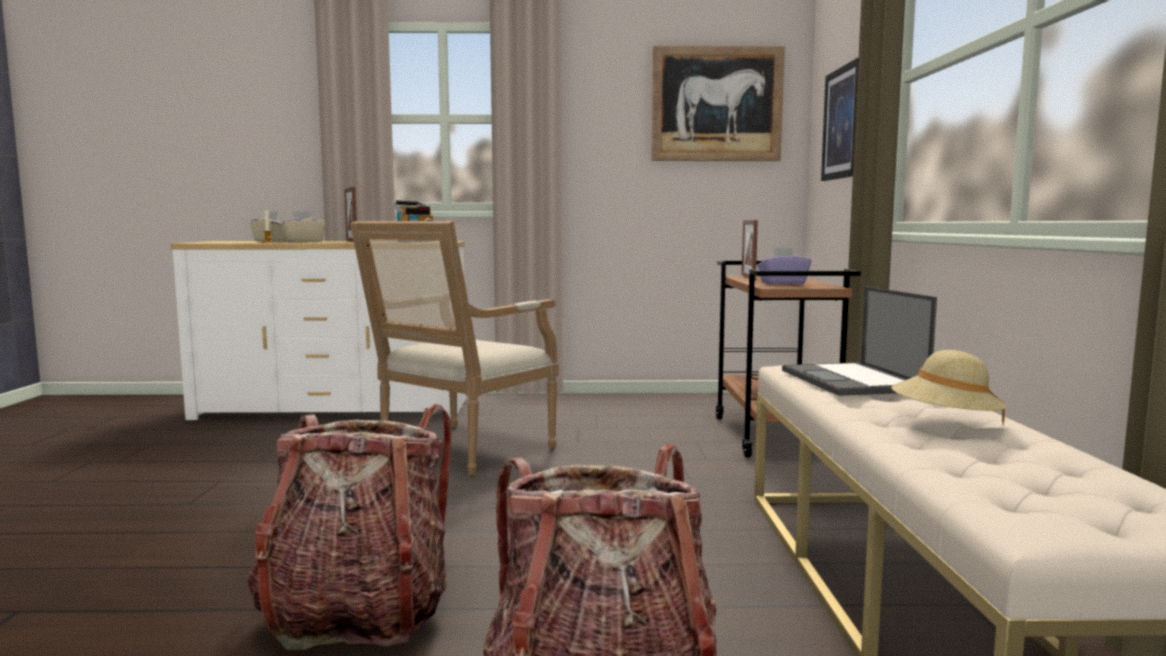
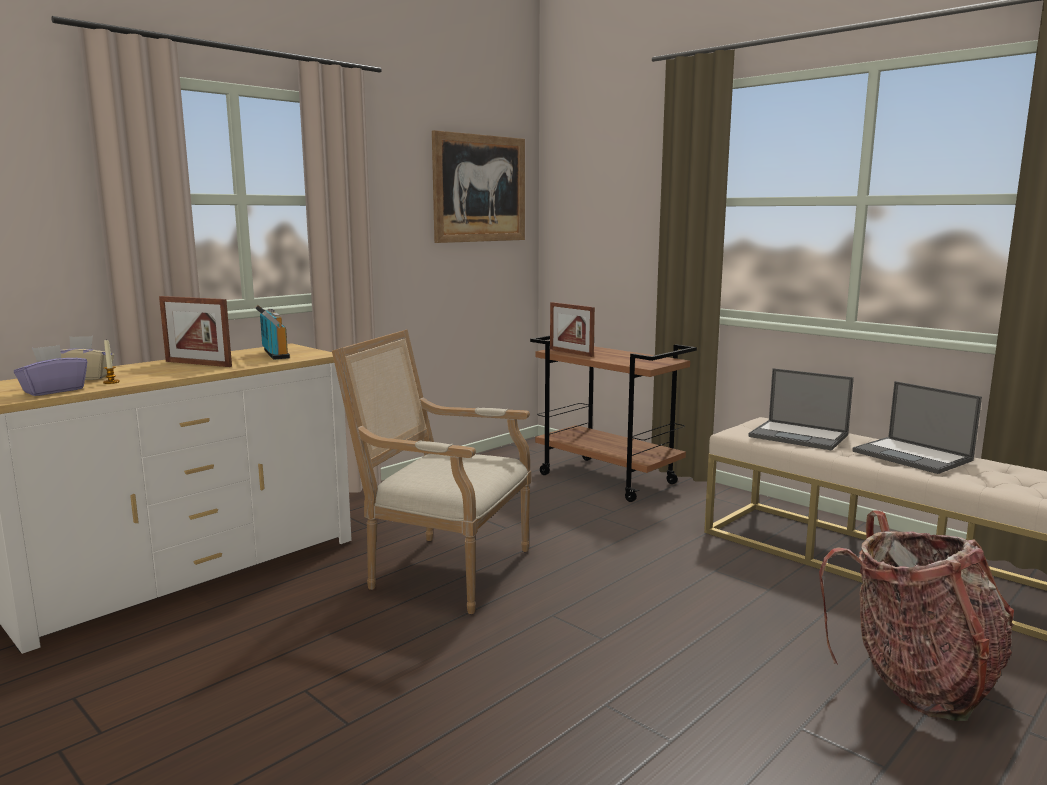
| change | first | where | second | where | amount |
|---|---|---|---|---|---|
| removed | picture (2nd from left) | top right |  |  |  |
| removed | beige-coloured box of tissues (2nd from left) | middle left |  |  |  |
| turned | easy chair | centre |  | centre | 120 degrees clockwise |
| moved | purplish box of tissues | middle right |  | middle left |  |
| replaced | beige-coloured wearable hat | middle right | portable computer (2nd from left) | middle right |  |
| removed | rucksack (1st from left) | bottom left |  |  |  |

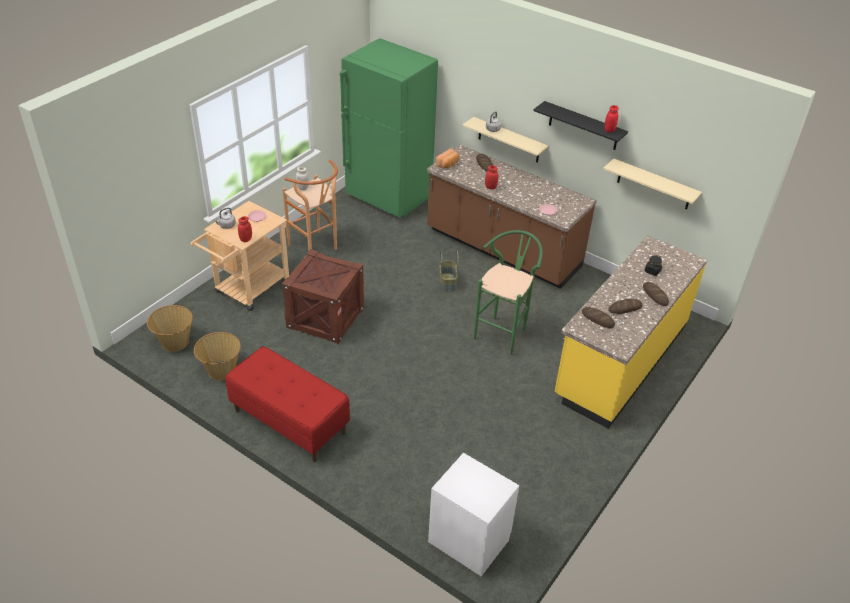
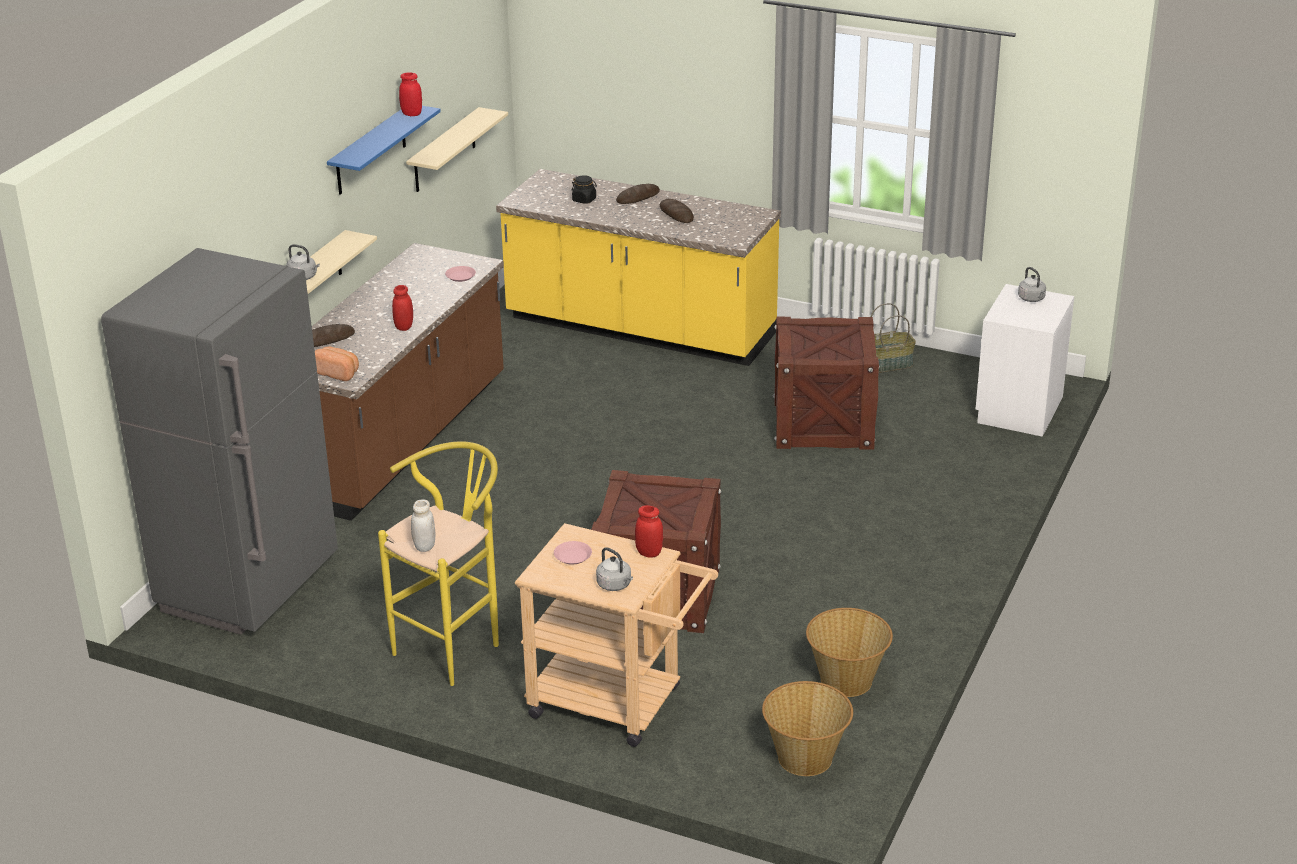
| change | first | where | second | where | amount |
|---|---|---|---|---|---|
| recoloured | green fridge | top centre | grey fridge | middle left |  |
| recoloured | black-coloured shelf | top right | blue shelf | top left |  |
| recoloured | brownish stool seat | centre | yellow stool seat | centre |  |
| removed | green stool seat | centre |  |  |  |
| moved | storage basket (3rd from left) | centre |  | middle right |  |
| removed | baked bread (3rd from left) | middle right |  |  |  |
| removed | red indoor bench | bottom centre |  |  |  |
| added |  |  | grey kettle (3rd from left) | top right |  |
| added |  |  | shipping crate (2nd from left) | centre |  |

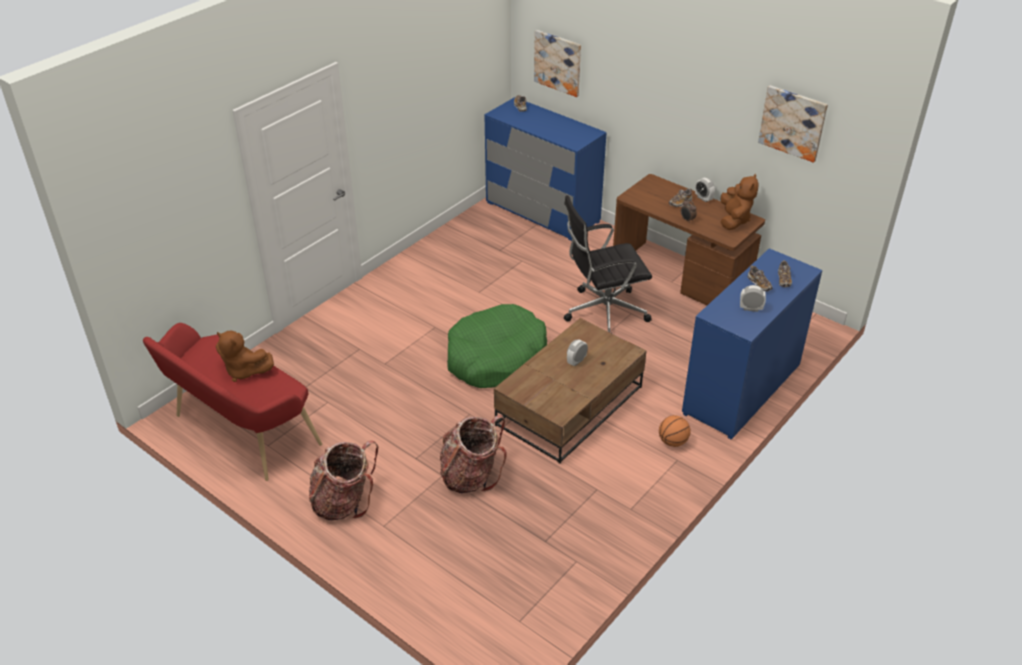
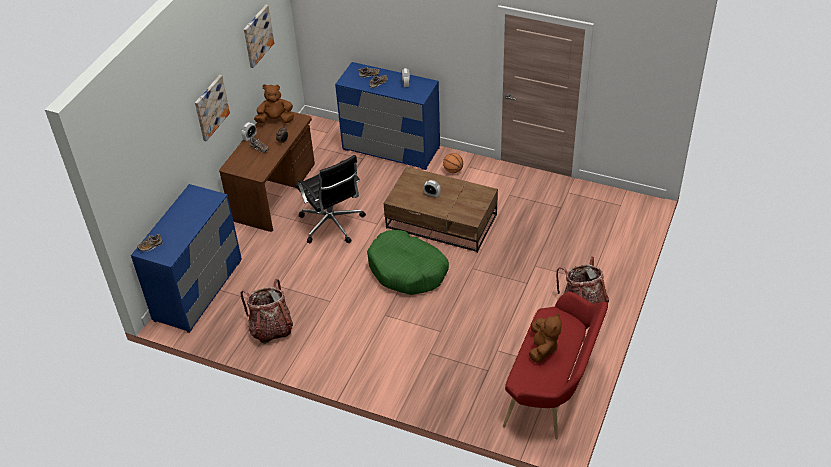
| change | first | where | second | where | amount |
|---|---|---|---|---|---|
| moved | picture (1st from left) | top centre |  | top left |  |
| moved | rucksack (2nd from left in the first image) | bottom centre | rucksack (1st from left) | middle left |  |

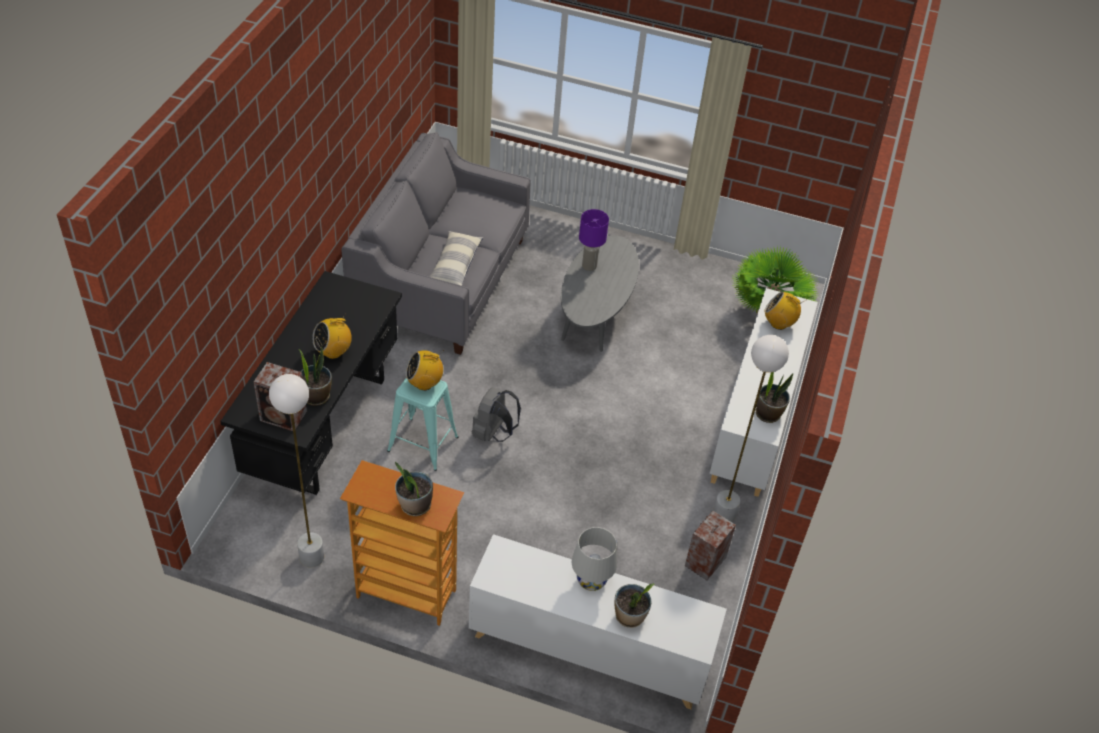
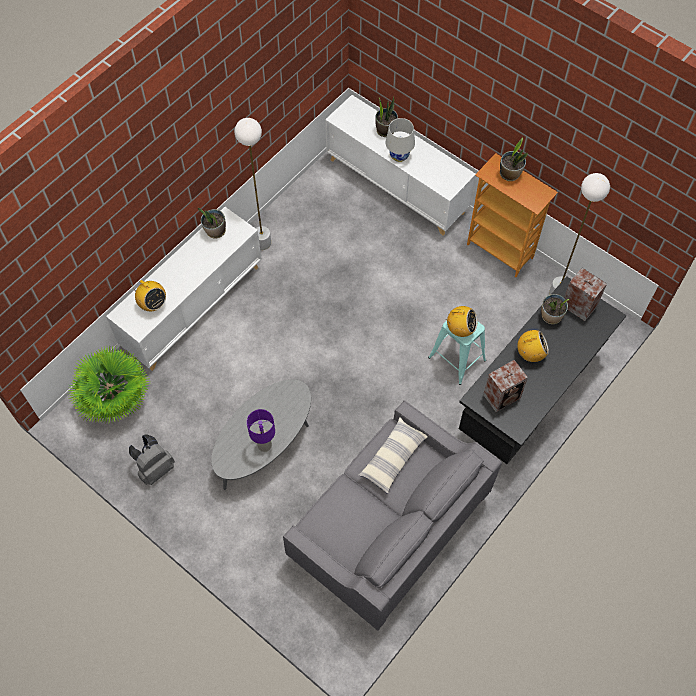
| change | first | where | second | where | amount |
|---|---|---|---|---|---|
| moved | grey rucksack | centre |  | middle left |  |
| moved | speaker (2nd from left in the first image) | bottom centre | speaker (1st from left) | middle right |  |

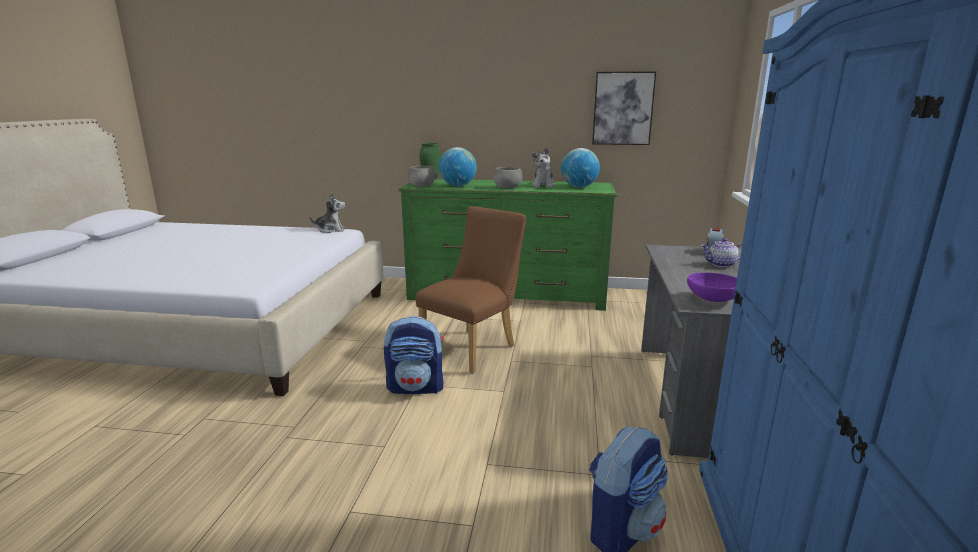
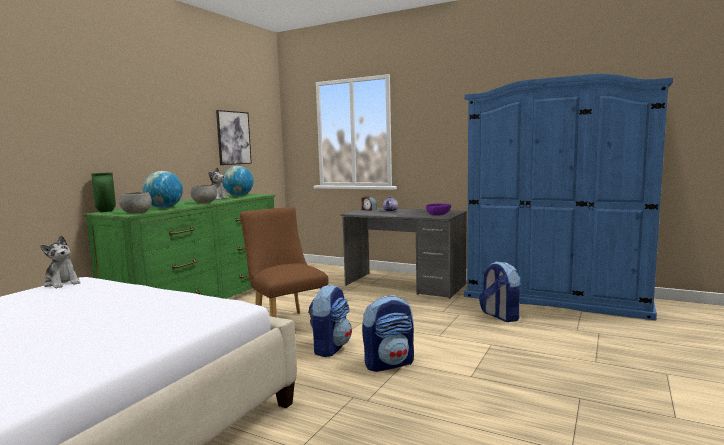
| change | first | where | second | where | amount |
|---|---|---|---|---|---|
| turned | plush toy (1st from left) | centre |  | middle left | 120 degrees clockwise |
| added |  |  | rucksack (2nd from left) | bottom centre |  |

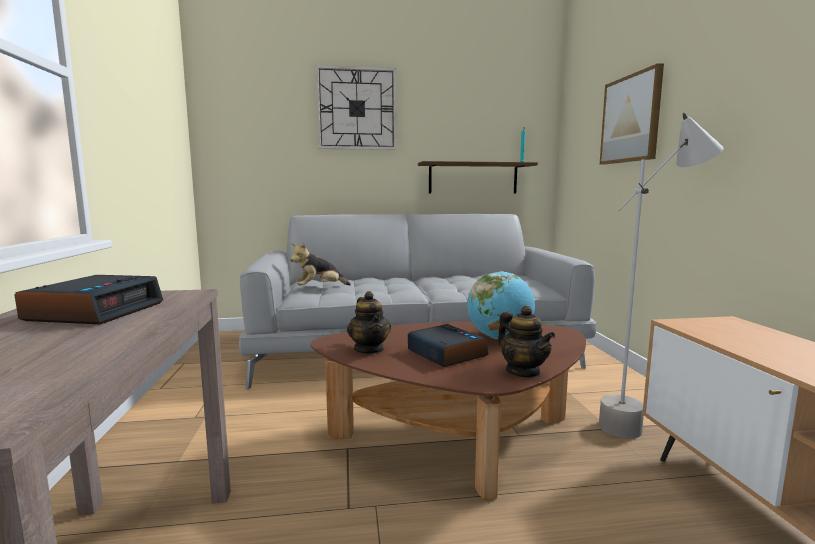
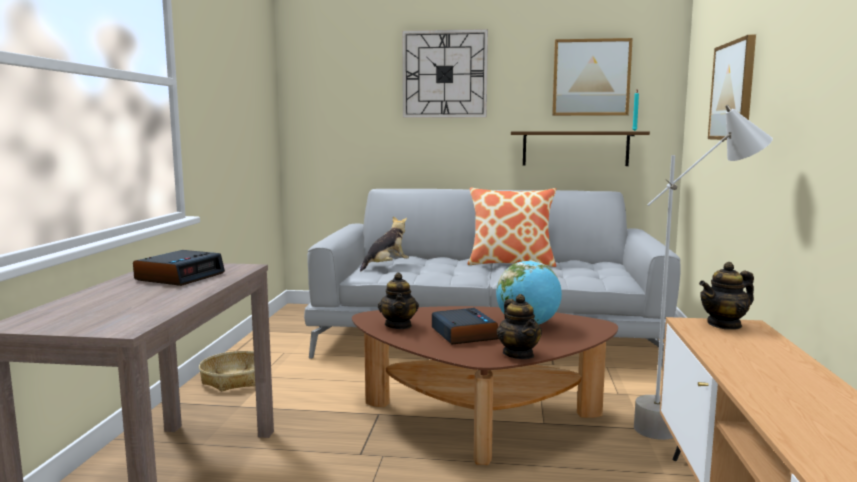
| change | first | where | second | where | amount |
|---|---|---|---|---|---|
| turned | plush toy | centre |  | centre | 150 degrees clockwise |
| added |  |  | picture (1st from left) | top right |  |
| added |  |  | throw pillow | centre |  |
| added |  |  | tea pot (3rd from left) | middle right |  |
| added |  |  | storage basket | bottom left |  |

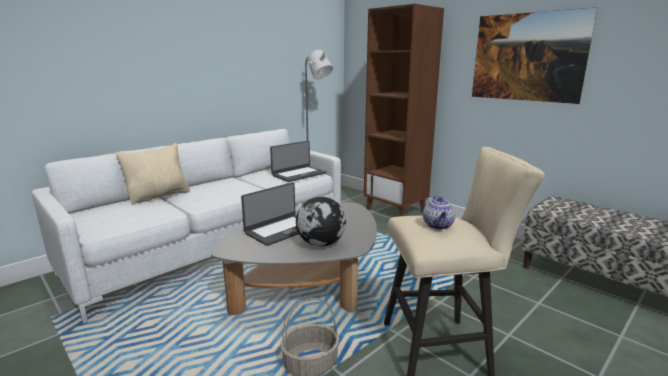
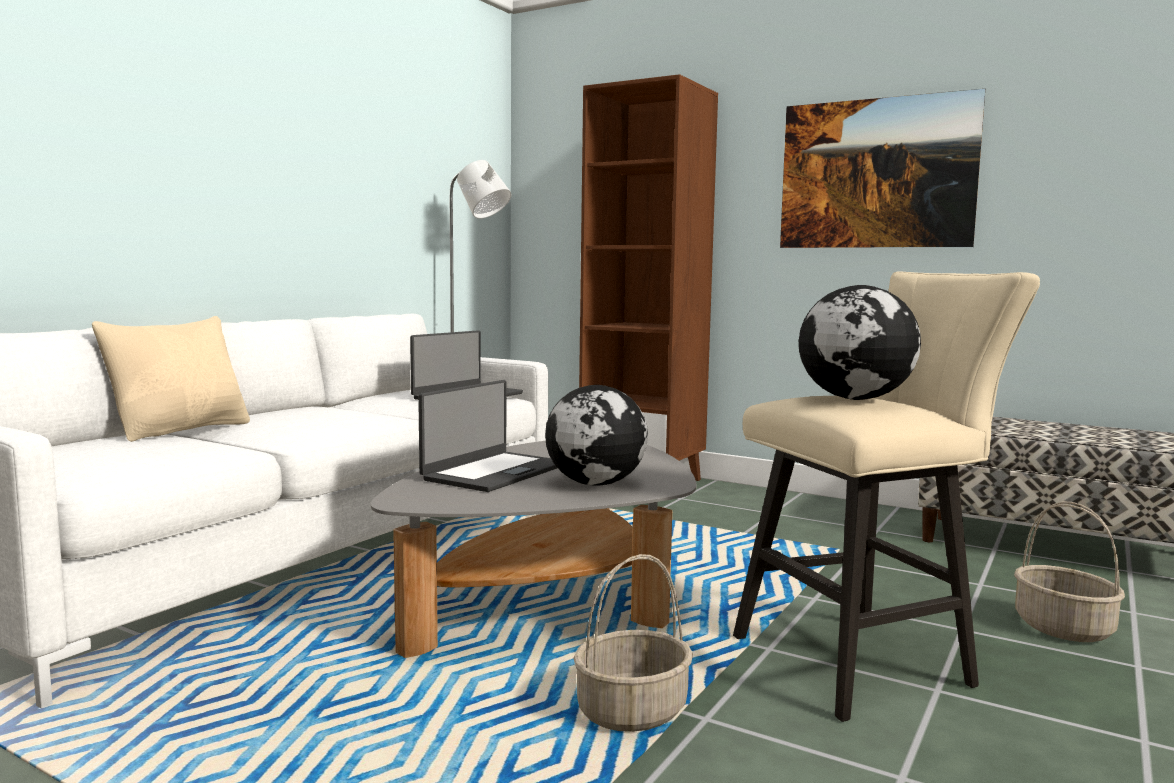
| change | first | where | second | where | amount |
|---|---|---|---|---|---|
| replaced | tea pot | centre | desk globe (2nd from left) | middle right |  |
| added |  |  | storage basket (2nd from left) | bottom right |  |

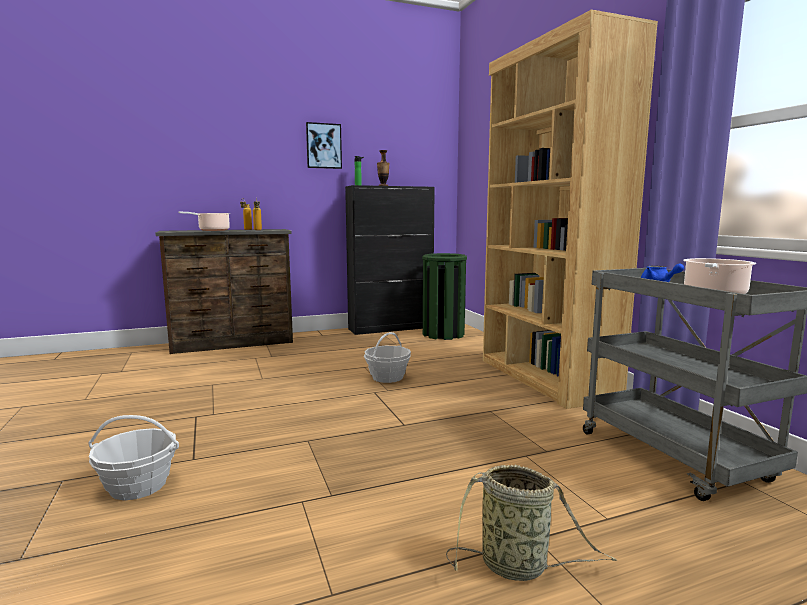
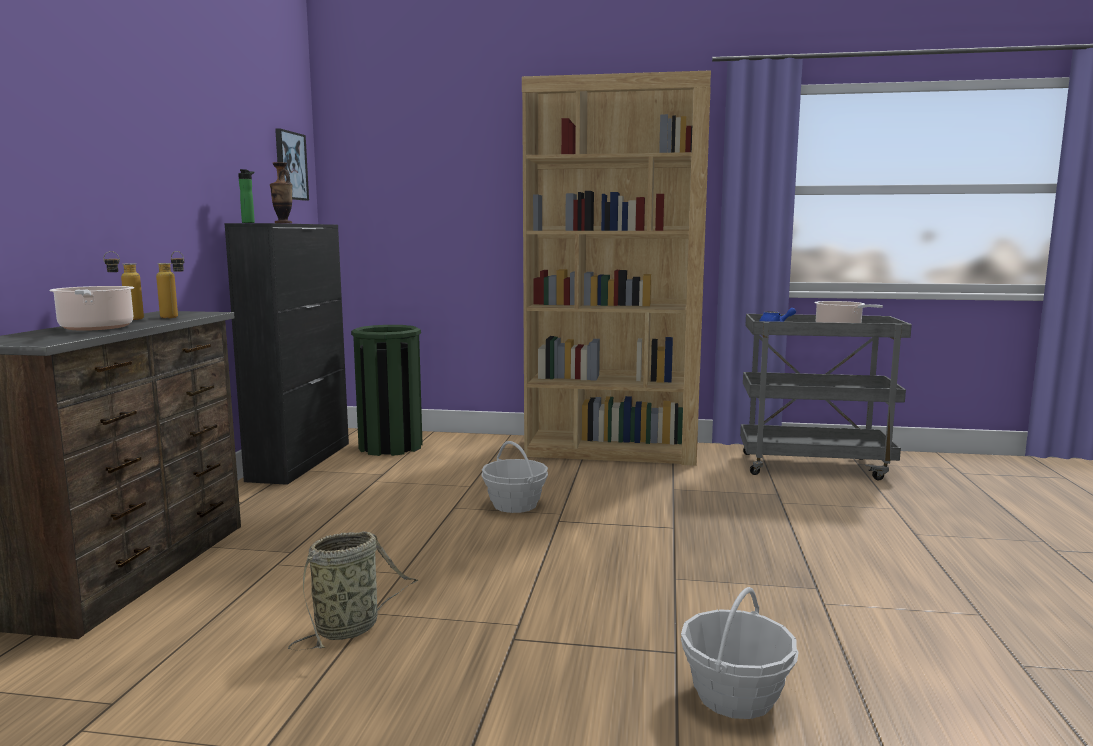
| change | first | where | second | where | amount |
|---|---|---|---|---|---|
| moved | picture | top centre |  | top left |  |
| moved | storage basket (3rd from left in the first image) | bottom centre | storage basket (1st from left) | bottom left |  |

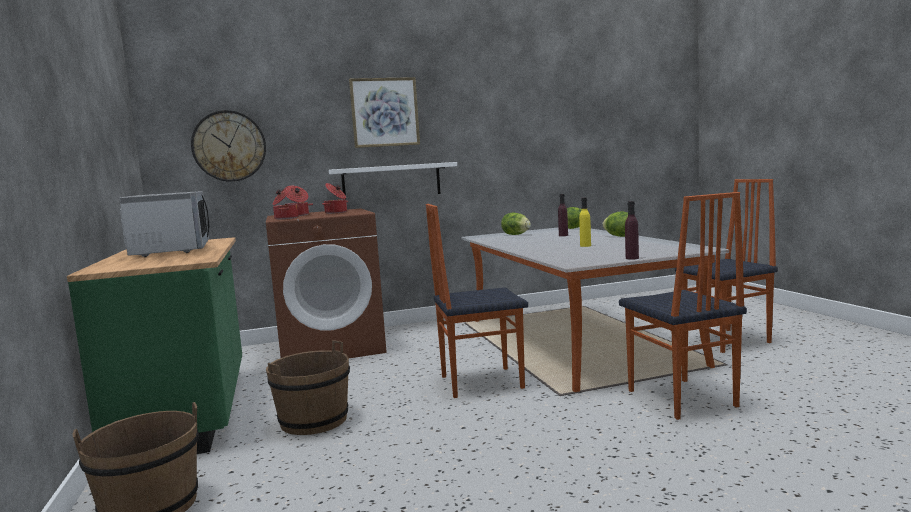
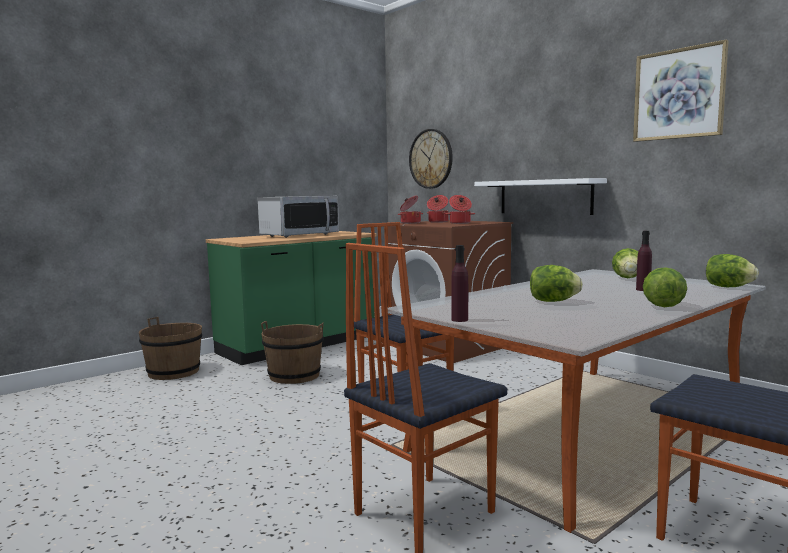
| change | first | where | second | where | amount |
|---|---|---|---|---|---|
| moved | picture | top centre |  | top right |  |
| replaced | yellow bottle | centre | lettuce head (1st from left) | middle right |  |

